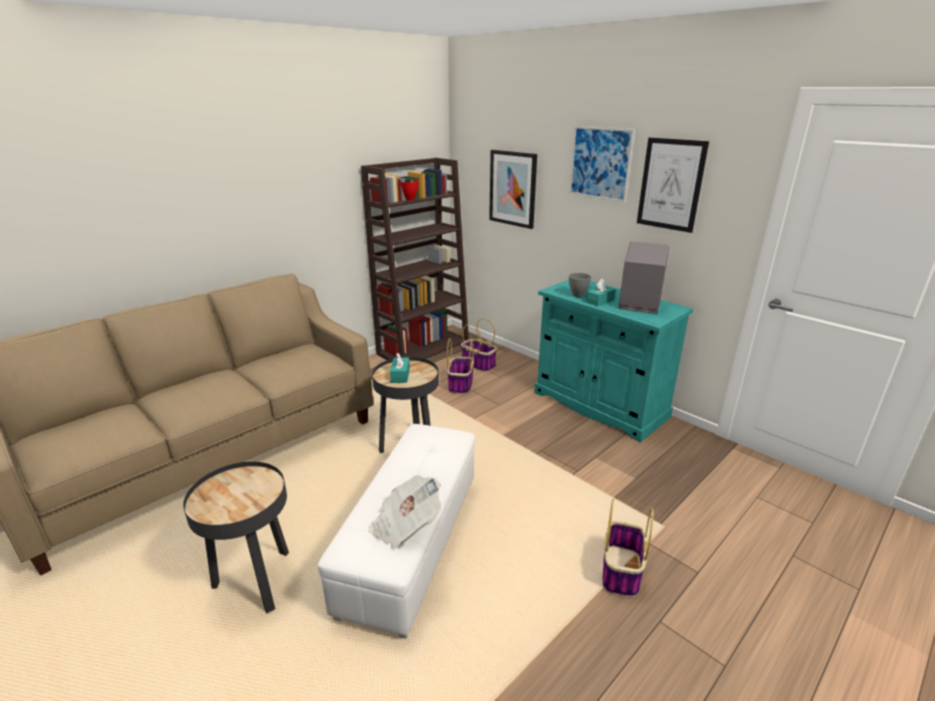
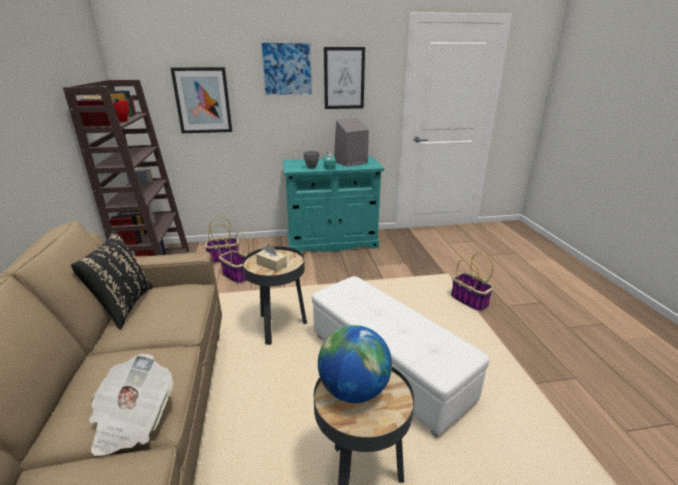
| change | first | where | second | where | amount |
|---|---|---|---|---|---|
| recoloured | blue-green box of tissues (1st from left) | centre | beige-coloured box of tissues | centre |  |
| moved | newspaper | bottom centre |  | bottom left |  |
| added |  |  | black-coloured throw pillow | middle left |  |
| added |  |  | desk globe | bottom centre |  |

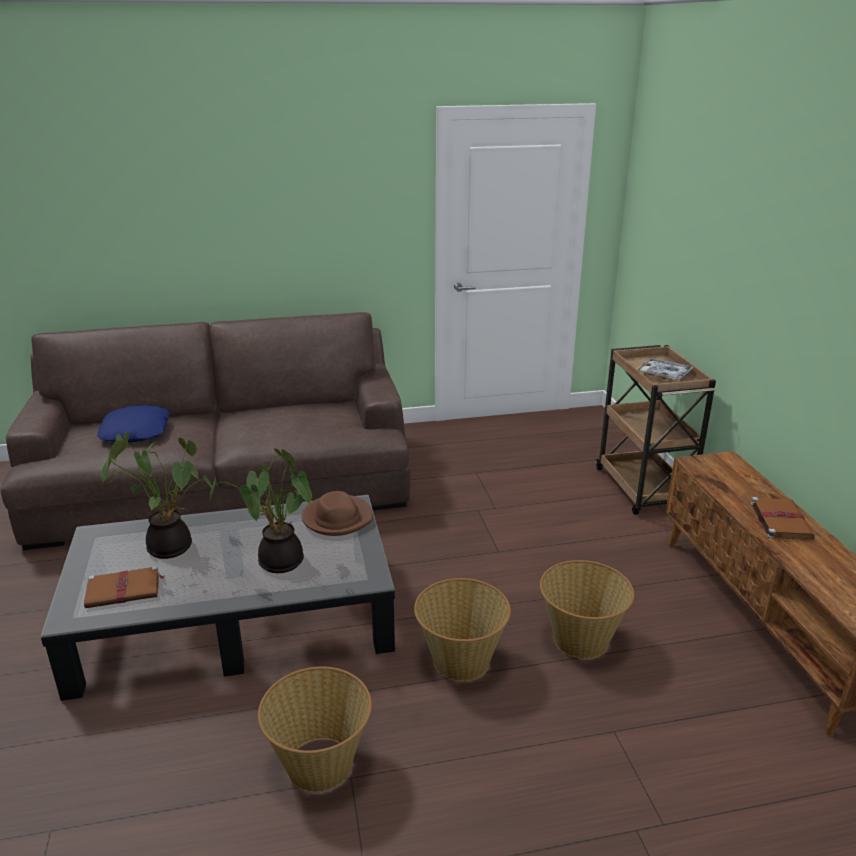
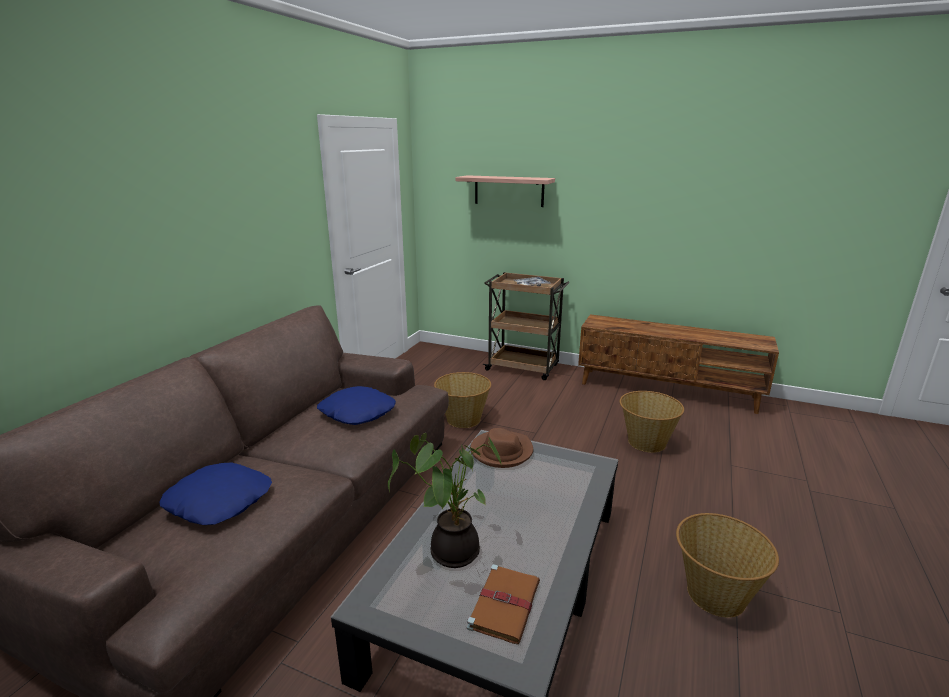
| change | first | where | second | where | amount |
|---|---|---|---|---|---|
| removed | potted plant (2nd from left) | middle left |  |  |  |
| removed | brownish volume (2nd from left) | middle right |  |  |  |
| moved | storage basket (2nd from left in the first image) | bottom centre | storage basket (1st from left) | centre |  |
| added |  |  | shelf | top centre |  |
| added |  |  | blue throw pillow (2nd from left) | centre |  |

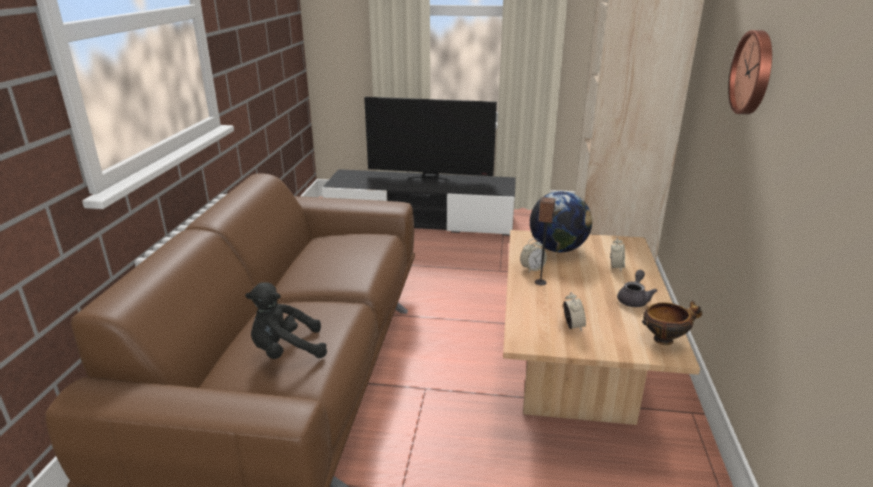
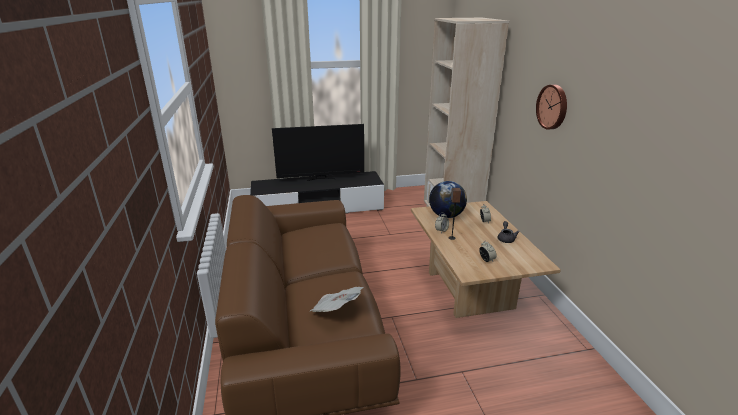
| change | first | where | second | where | amount |
|---|---|---|---|---|---|
| replaced | black-coloured plush toy | middle left | newspaper | bottom centre |  |
| removed | deep dish | middle right |  |  |  |

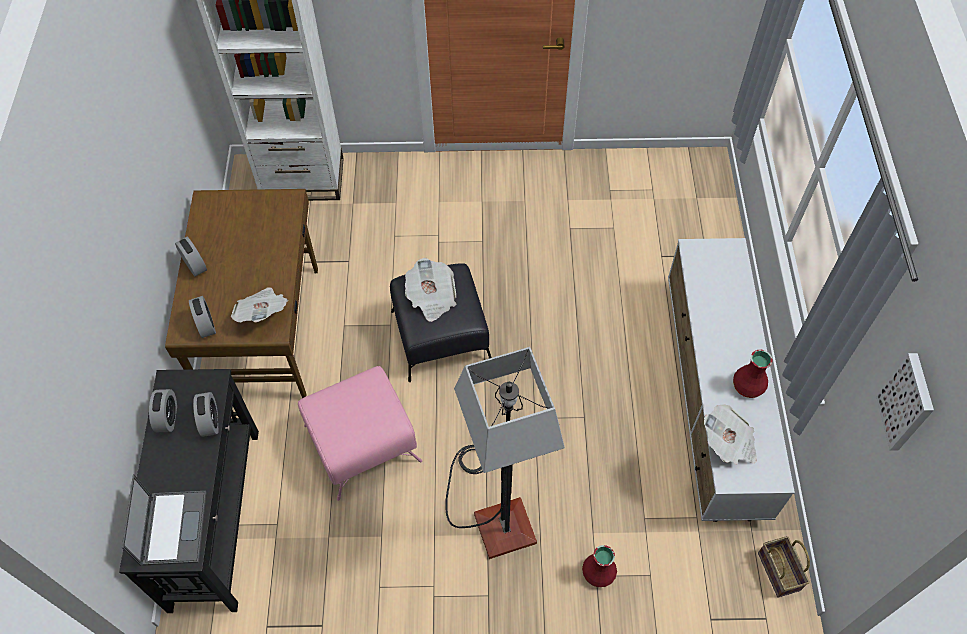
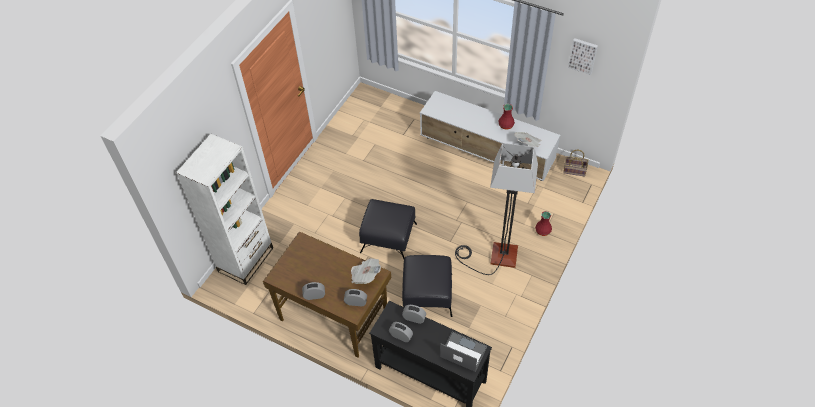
| change | first | where | second | where | amount |
|---|---|---|---|---|---|
| removed | newspaper (2nd from left) | centre |  |  |  |
| recoloured | pink pouffe | bottom centre | black-coloured pouffe (2nd from left) | bottom centre |  |

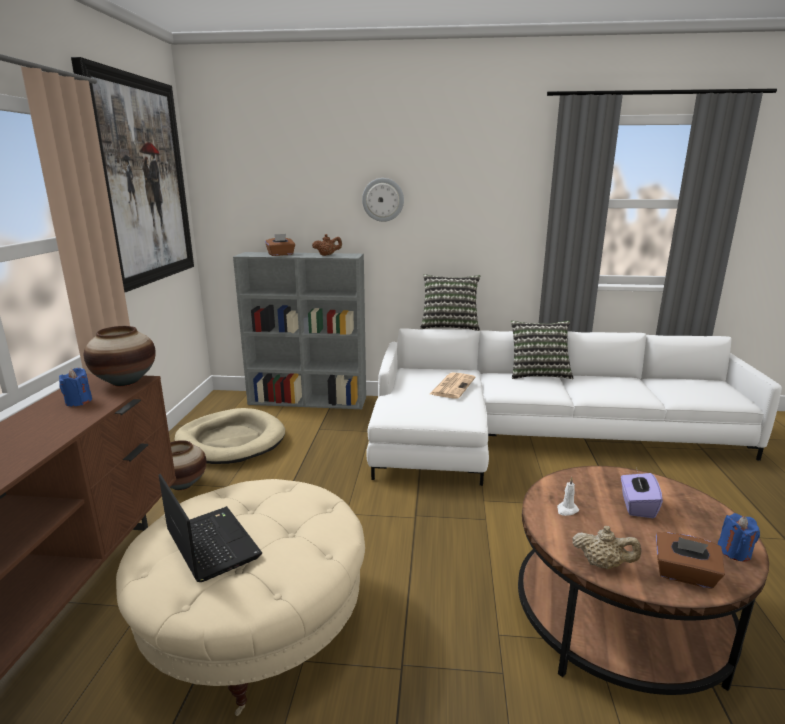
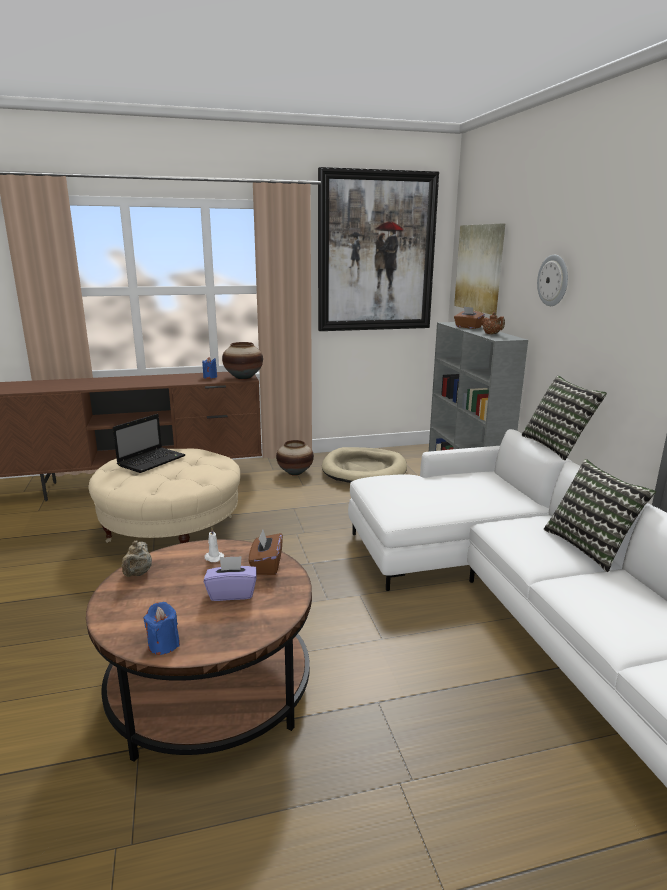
| change | first | where | second | where | amount |
|---|---|---|---|---|---|
| removed | newspaper | centre |  |  |  |
| moved | brownish box of tissues (2nd from left in the first image) | bottom right | brownish box of tissues (1st from left) | centre |  |
| added |  |  | picture (2nd from left) | top right |  |

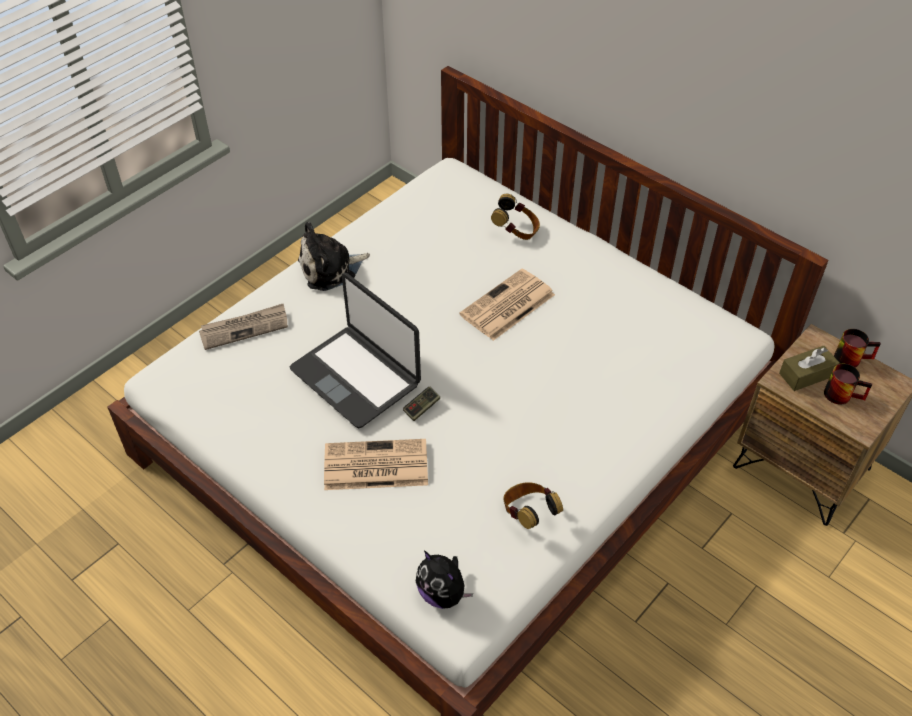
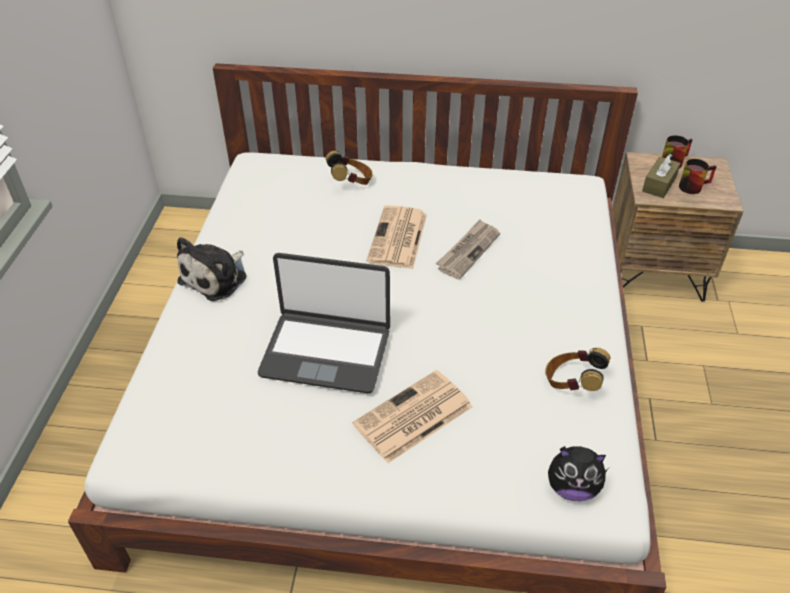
| change | first | where | second | where | amount |
|---|---|---|---|---|---|
| moved | newspaper (1st from left in the first image) | middle left | newspaper (3rd from left) | centre |  |
| removed | joypad | centre |  |  |  |

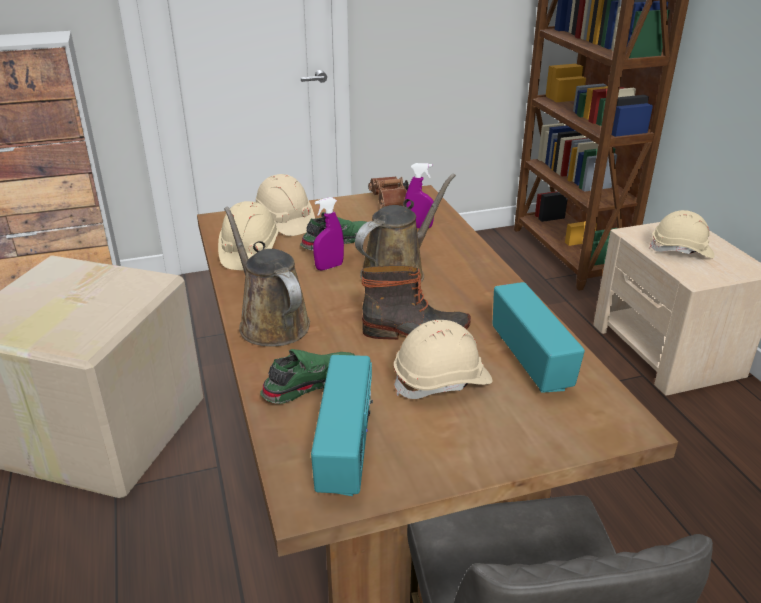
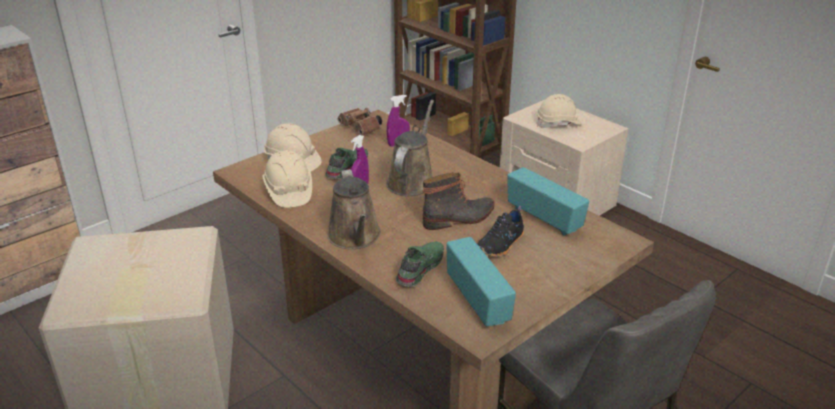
| change | first | where | second | where | amount |
|---|---|---|---|---|---|
| turned | brownish watering can (1st from left) | centre |  | centre | 135 degrees counterclockwise |
| replaced | beige-coloured work helmet (3rd from left) | centre | black-coloured shoe | centre |  |

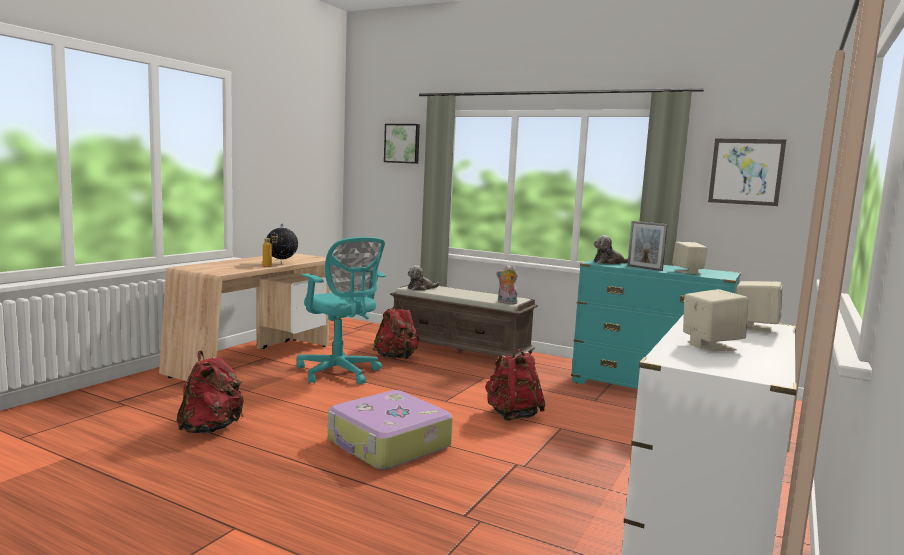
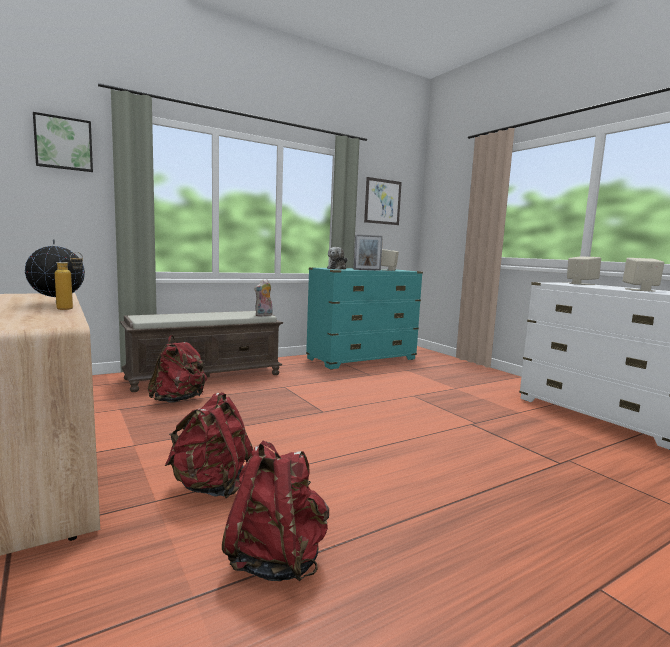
| change | first | where | second | where | amount |
|---|---|---|---|---|---|
| removed | blue-green computer chair | centre |  |  |  |
| removed | plush toy (1st from left) | centre |  |  |  |
| moved | red rucksack (3rd from left in the first image) | bottom centre | red rucksack (2nd from left) | bottom left |  |
| removed | piece of luggage | bottom centre |  |  |  |

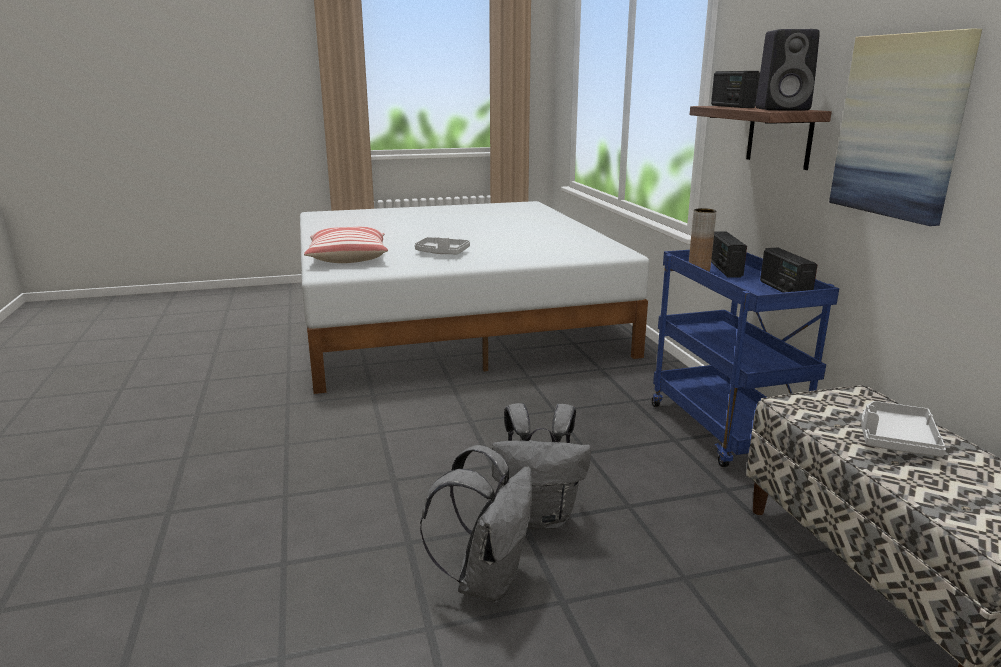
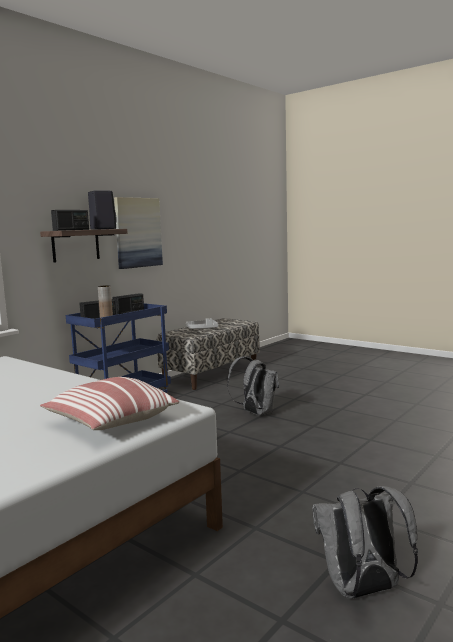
| change | first | where | second | where | amount |
|---|---|---|---|---|---|
| removed | grey carrying tray (1st from left) | centre |  |  |  |
| moved | grey rucksack (1st from left in the first image) | bottom centre | grey rucksack (2nd from left) | bottom right |  |

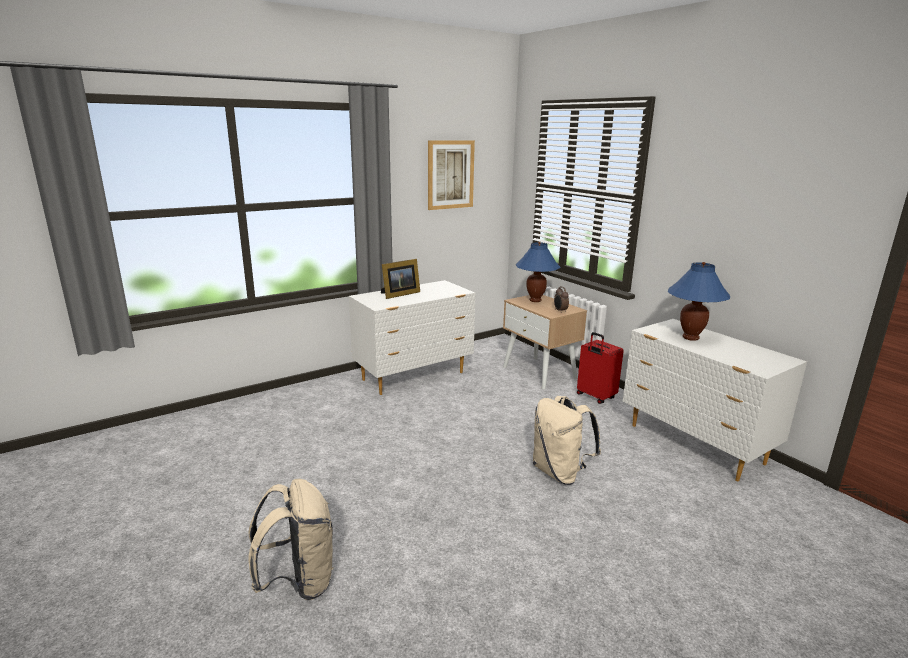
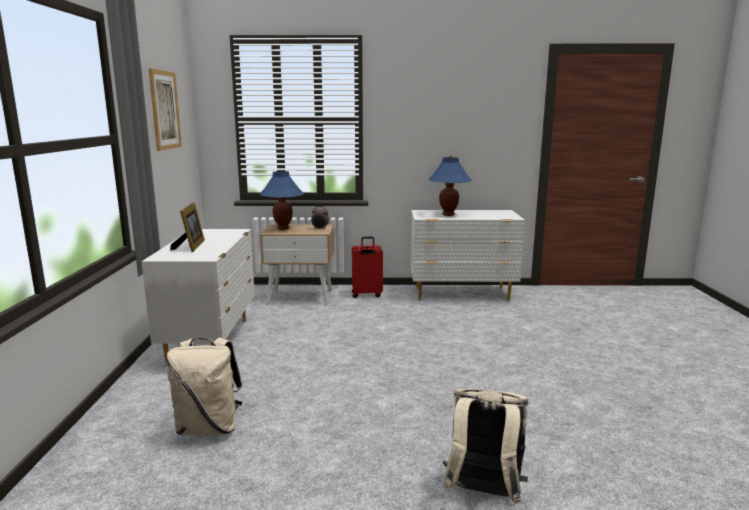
| change | first | where | second | where | amount |
|---|---|---|---|---|---|
| moved | beige-coloured rucksack (2nd from left in the first image) | bottom centre | beige-coloured rucksack (1st from left) | bottom left |  |

